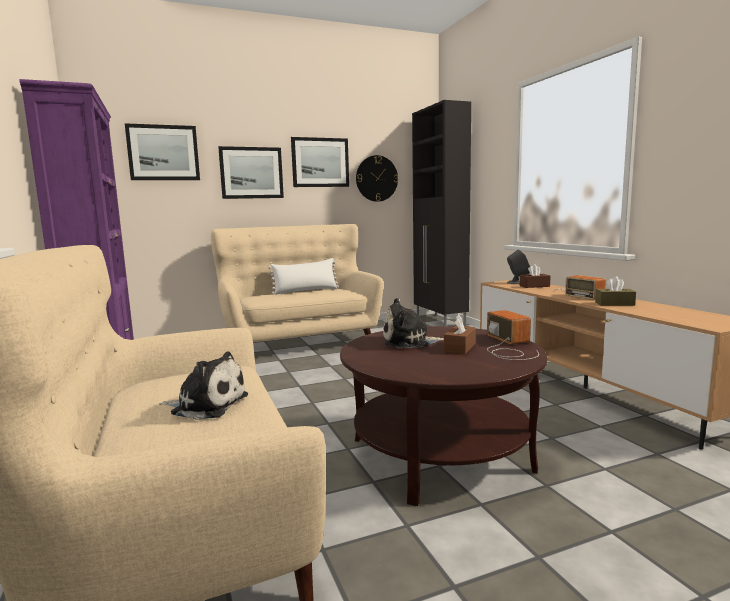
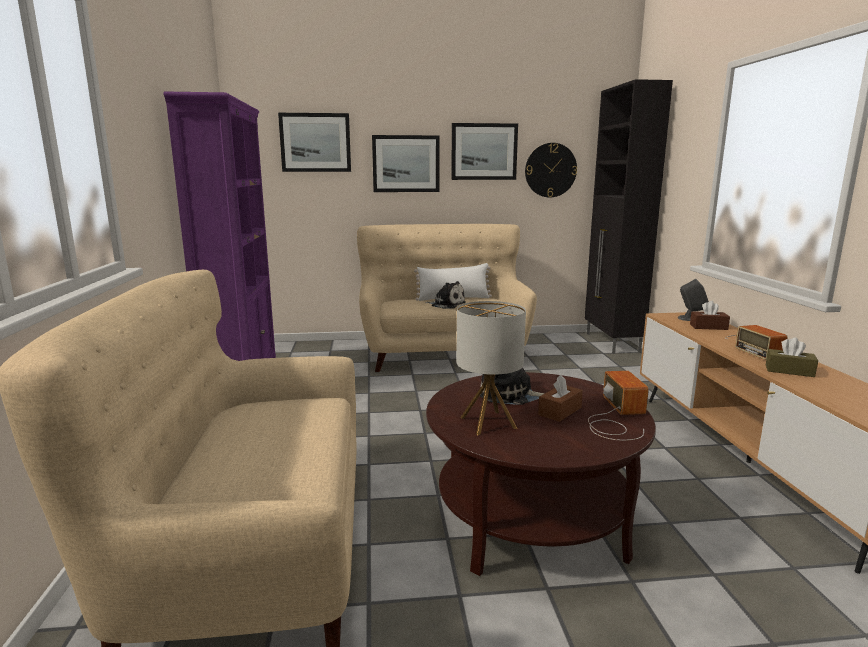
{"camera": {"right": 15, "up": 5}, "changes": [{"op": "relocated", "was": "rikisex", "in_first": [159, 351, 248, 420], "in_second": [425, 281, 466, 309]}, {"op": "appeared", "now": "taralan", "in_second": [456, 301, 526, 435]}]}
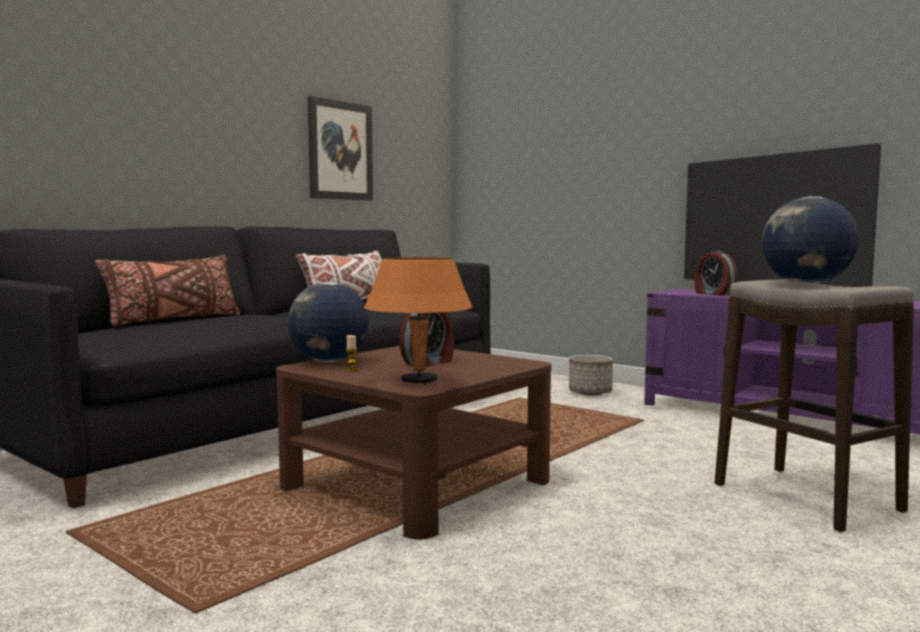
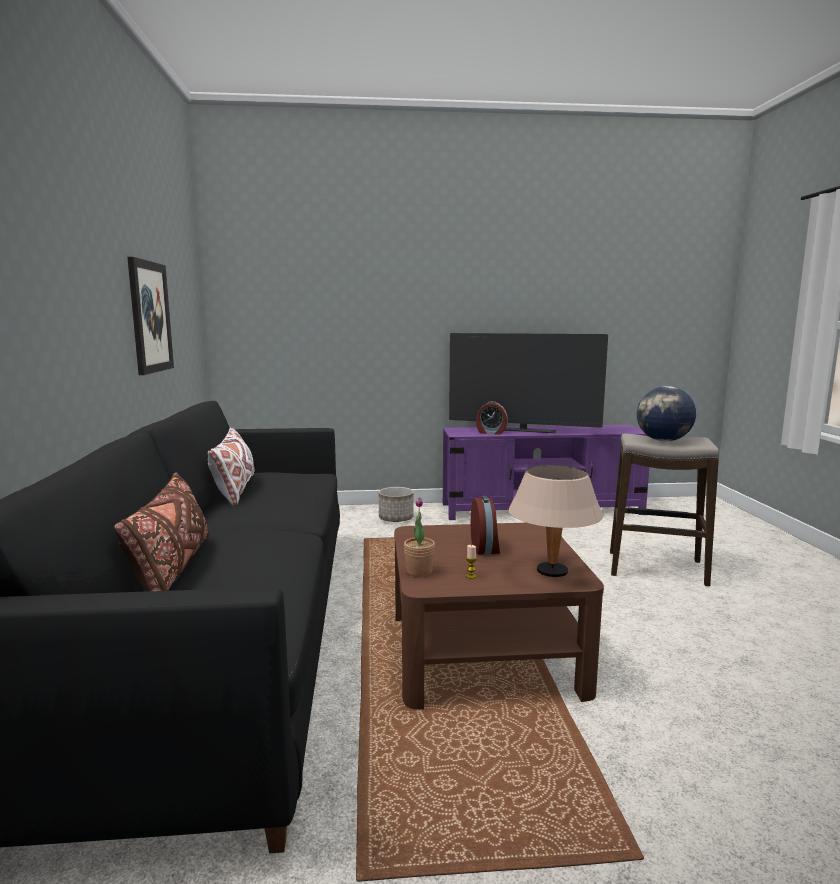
{"camera": {"right": -45, "up": 5}, "changes": [{"op": "exchanged", "was": "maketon", "now": "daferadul", "in_first": [288, 282, 369, 362], "in_second": [404, 497, 435, 577]}, {"op": "colour", "was": "orange_taralan", "now": "beige_taralan", "in_first": [364, 257, 472, 384], "in_second": [508, 465, 603, 577]}]}
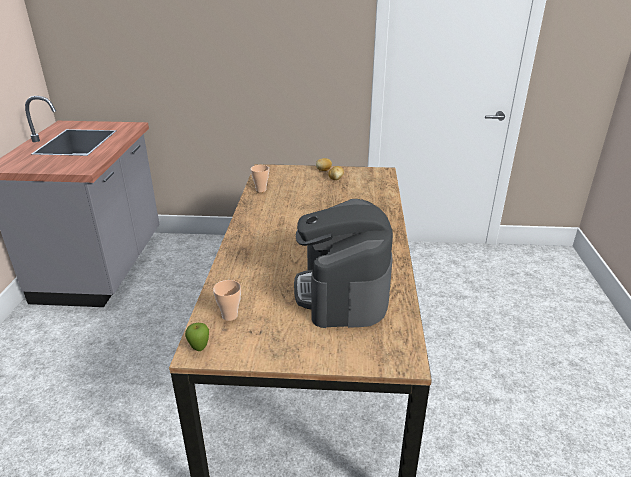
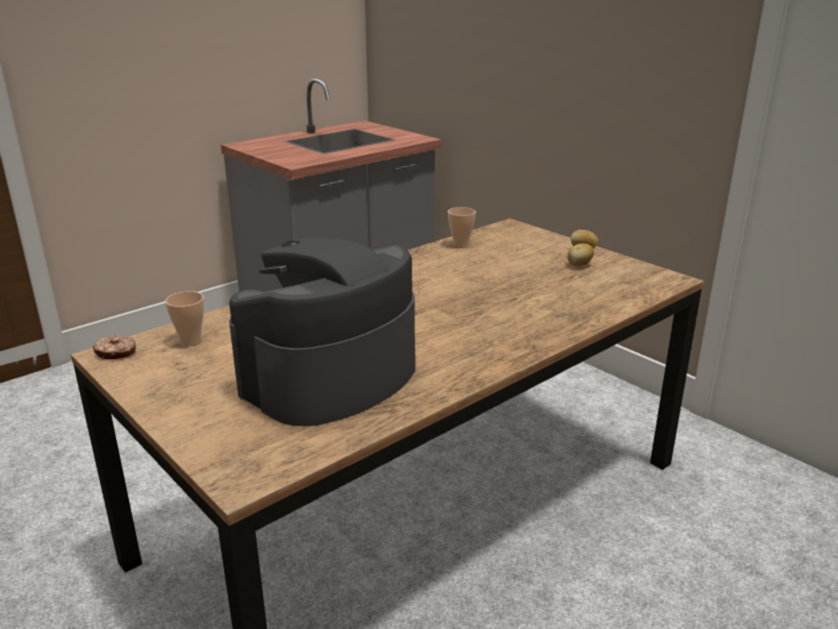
{"camera": {"right": 45, "up": -5}, "changes": [{"op": "exchanged", "was": "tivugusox", "now": "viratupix", "in_first": [185, 323, 209, 351], "in_second": [92, 335, 136, 359]}]}
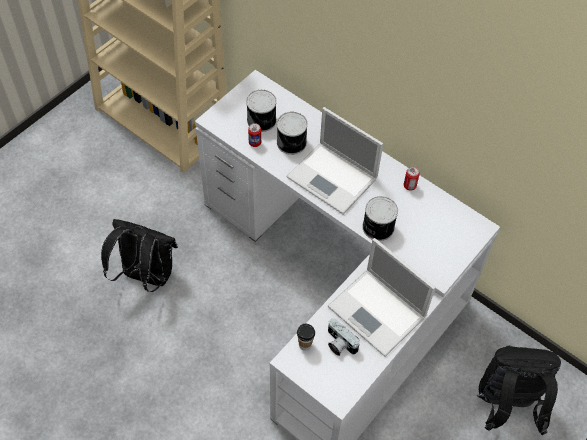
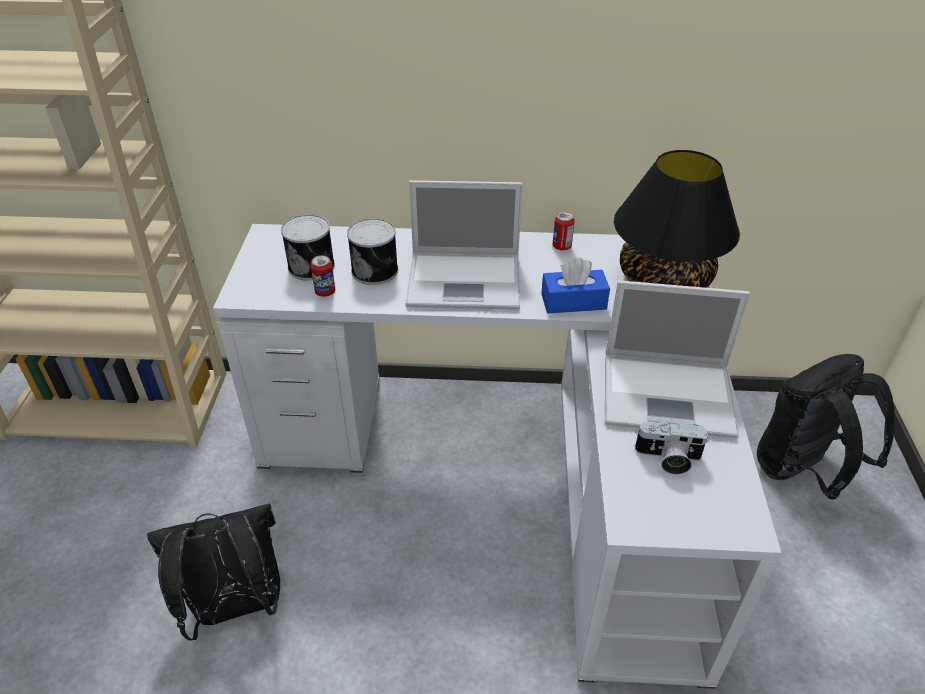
{"camera": {"right": -35, "up": -15}, "changes": [{"op": "missing", "was": "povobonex", "in_first": [297, 324, 315, 350]}, {"op": "exchanged", "was": "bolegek", "now": "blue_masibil", "in_first": [362, 196, 398, 241], "in_second": [541, 258, 610, 313]}, {"op": "appeared", "now": "black_taralan", "in_second": [614, 150, 740, 288]}]}
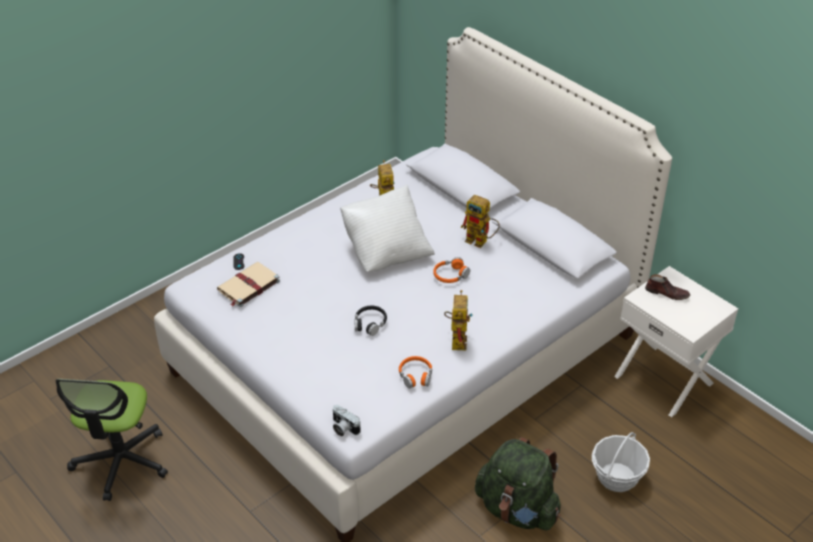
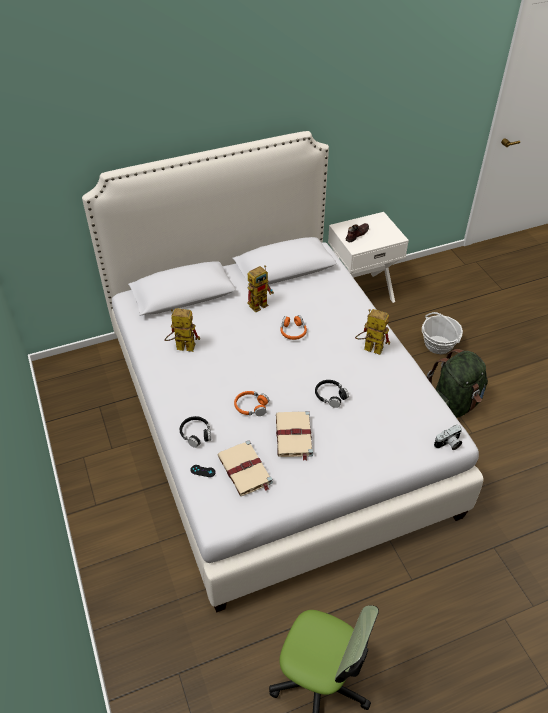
{"camera": {"right": -70, "up": 5}, "changes": [{"op": "missing", "was": "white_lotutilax", "in_first": [340, 184, 435, 272]}, {"op": "relocated", "was": "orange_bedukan", "in_first": [399, 356, 432, 389], "in_second": [234, 391, 269, 416]}, {"op": "appeared", "now": "black_bedukan", "in_second": [180, 416, 211, 448]}, {"op": "appeared", "now": "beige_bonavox", "in_second": [276, 411, 313, 461]}]}
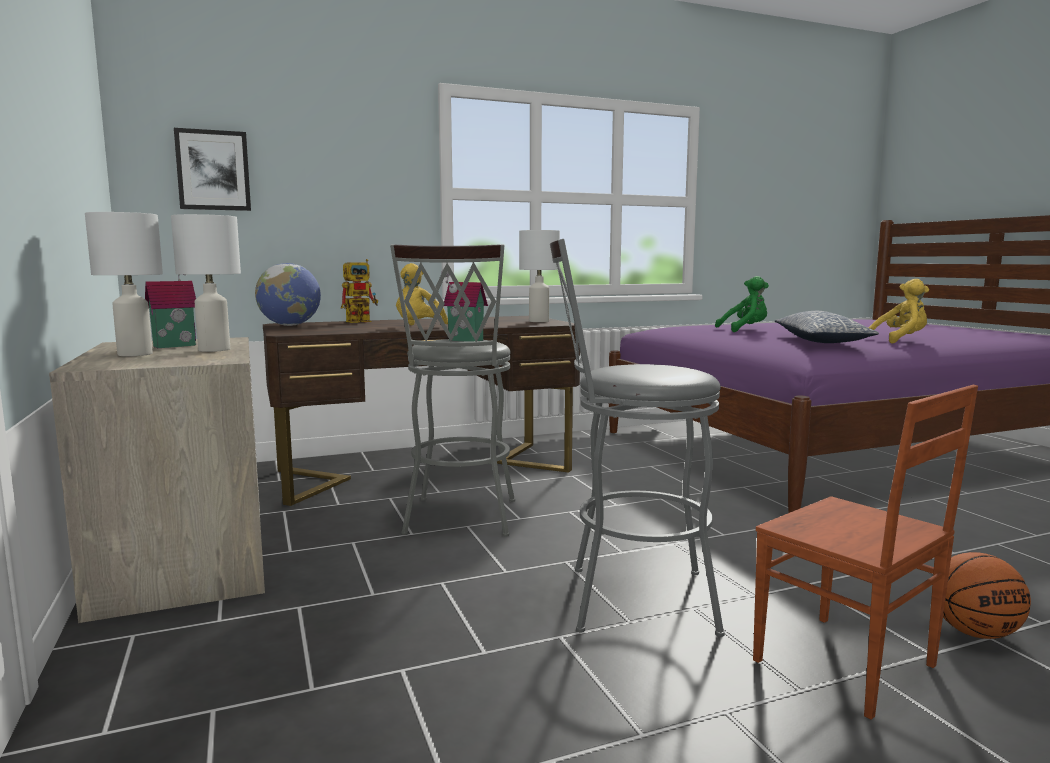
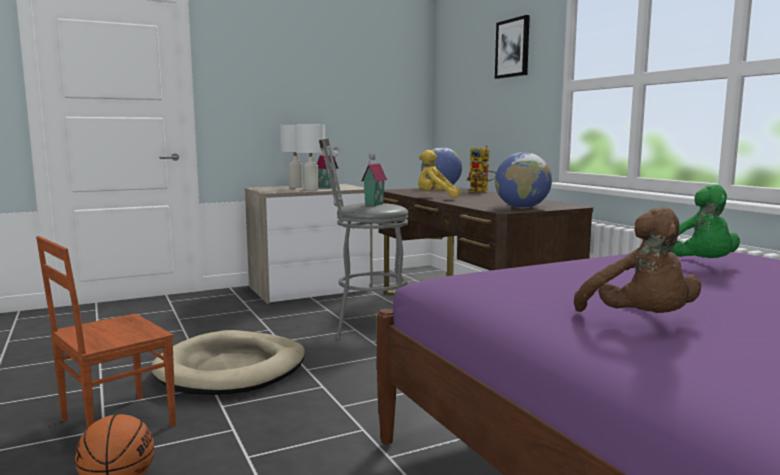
{"camera": {"right": 85, "up": 0}, "changes": [{"op": "relocated", "was": "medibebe", "in_first": [174, 128, 251, 211], "in_second": [495, 15, 530, 79]}, {"op": "exchanged", "was": "white_taralan", "now": "maketon", "in_first": [519, 230, 560, 322], "in_second": [495, 152, 552, 208]}, {"op": "exchanged", "was": "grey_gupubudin", "now": "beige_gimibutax", "in_first": [550, 239, 725, 637], "in_second": [151, 330, 305, 395]}, {"op": "missing", "was": "lotutilax", "in_first": [775, 311, 879, 343]}, {"op": "colour", "was": "yellow_rikisex", "now": "brown_rikisex", "in_first": [868, 279, 929, 344], "in_second": [574, 207, 701, 313]}]}
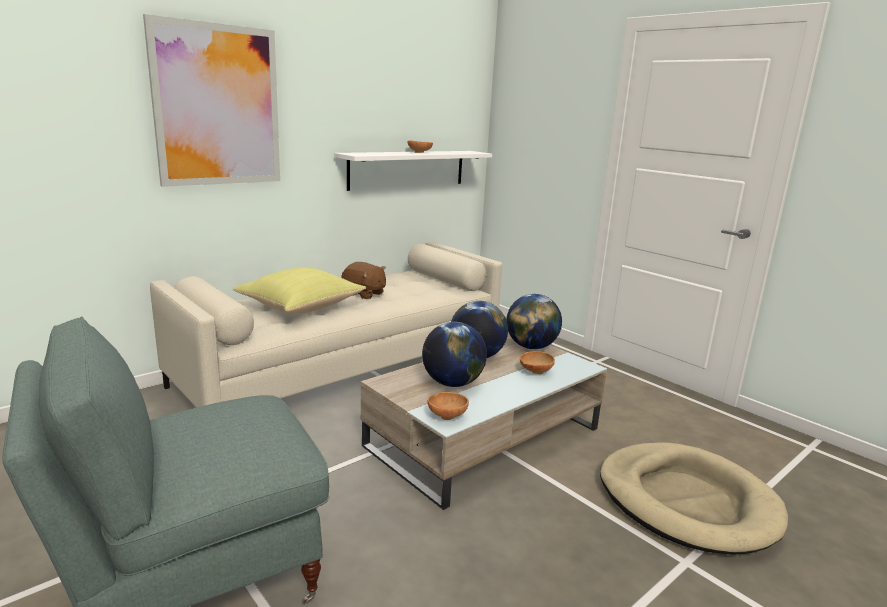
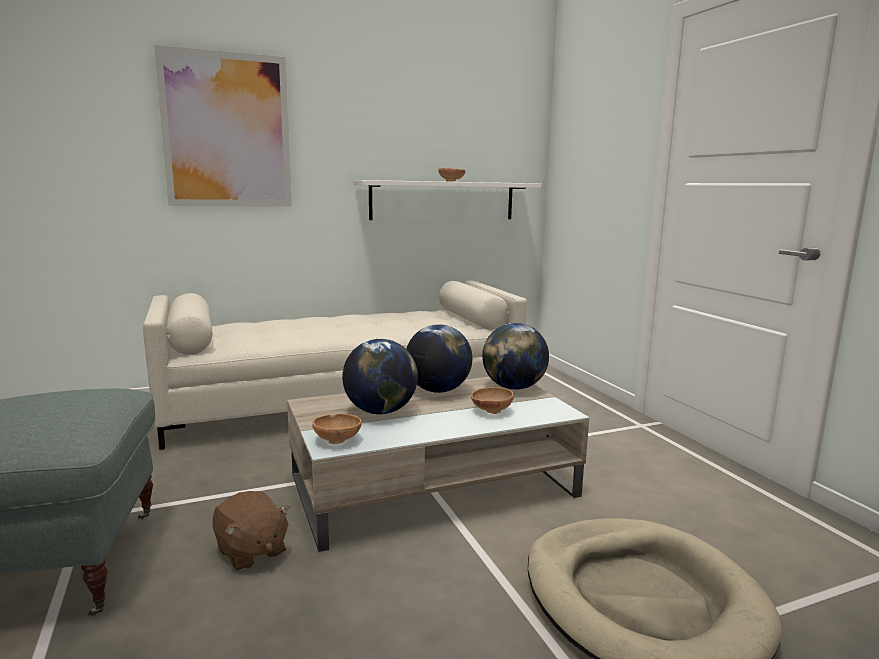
{"camera": {"right": 20, "up": -5}, "changes": [{"op": "missing", "was": "yellow_lotutilax", "in_first": [233, 267, 366, 314]}, {"op": "relocated", "was": "brown_rikisex", "in_first": [341, 262, 386, 299], "in_second": [212, 491, 290, 571]}]}
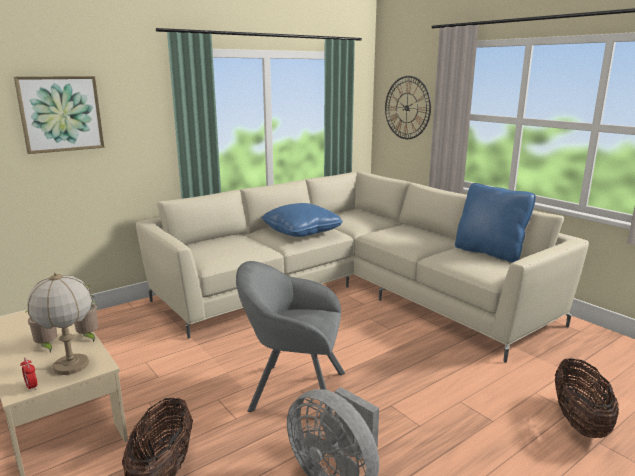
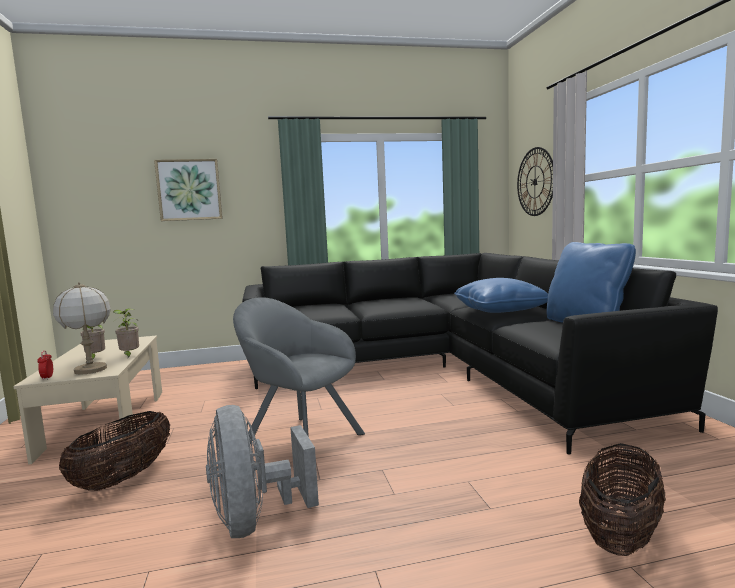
{"camera": {"right": 25, "up": -10}, "changes": [{"op": "colour", "was": "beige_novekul", "now": "black_novekul", "in_first": [136, 171, 589, 363], "in_second": [242, 253, 718, 455]}, {"op": "relocated", "was": "blue_lotutilax", "in_first": [261, 203, 343, 237], "in_second": [454, 278, 548, 313]}]}
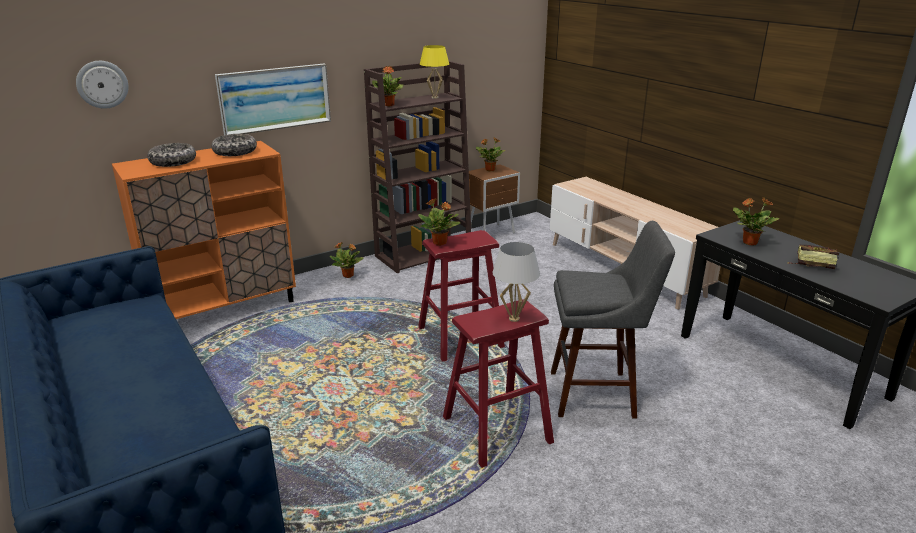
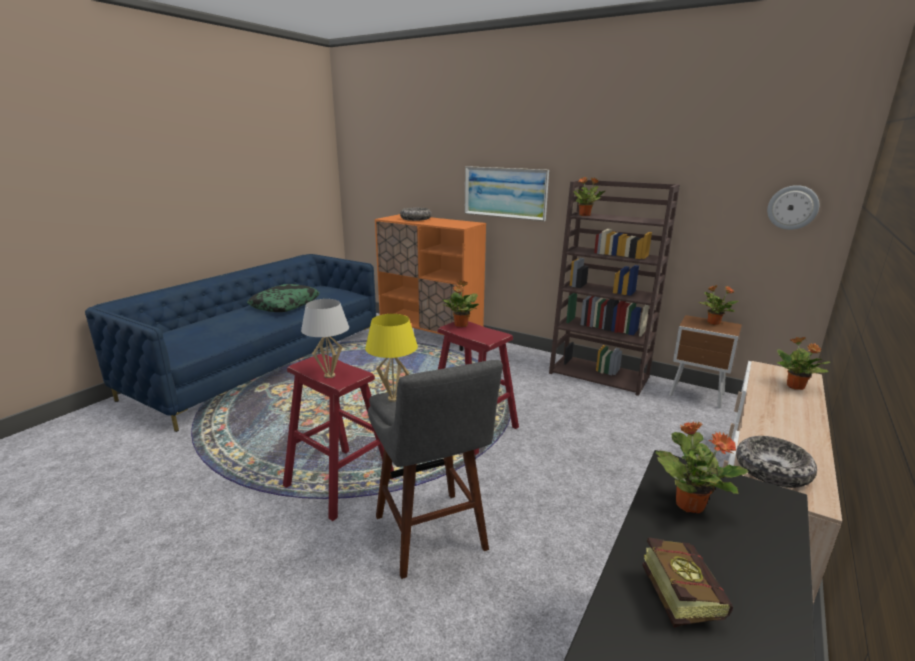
{"camera": {"right": 65, "up": -5}, "changes": [{"op": "relocated", "was": "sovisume", "in_first": [76, 61, 129, 109], "in_second": [767, 185, 820, 230]}, {"op": "relocated", "was": "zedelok", "in_first": [211, 134, 257, 156], "in_second": [736, 436, 817, 488]}, {"op": "relocated", "was": "daferadul", "in_first": [330, 242, 364, 278], "in_second": [777, 337, 831, 390]}, {"op": "relocated", "was": "yellow_taralan", "in_first": [420, 45, 449, 99], "in_second": [365, 314, 418, 402]}, {"op": "appeared", "now": "lotutilax", "in_second": [247, 284, 320, 312]}]}
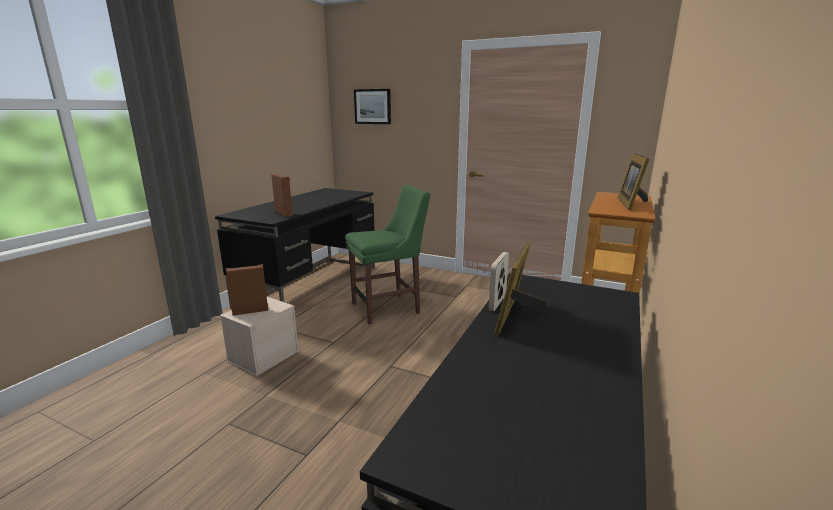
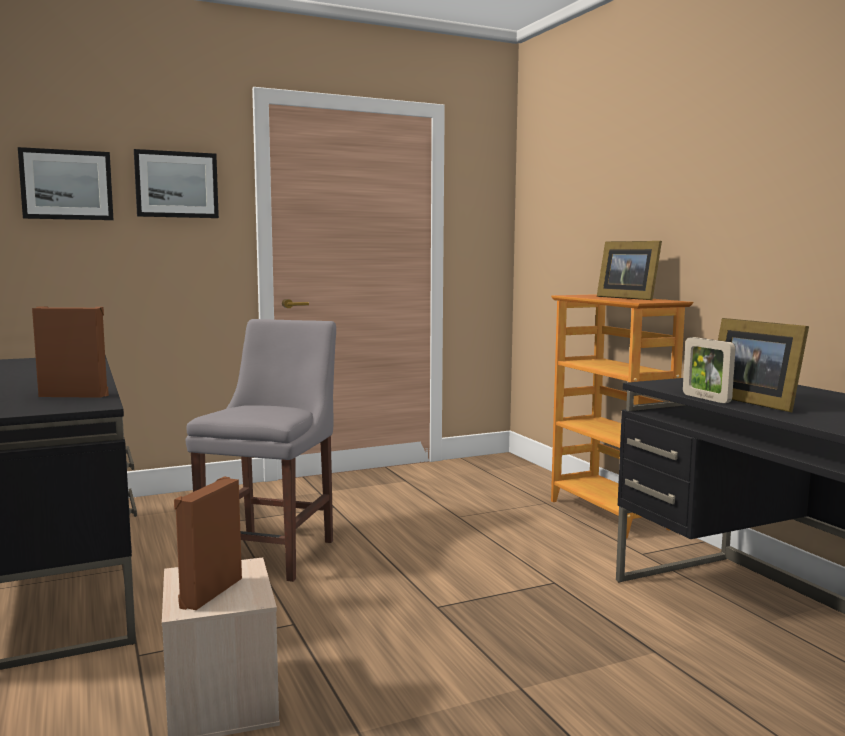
{"camera": {"right": -50, "up": -10}, "changes": [{"op": "colour", "was": "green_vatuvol", "now": "grey_vatuvol", "in_first": [345, 185, 430, 325], "in_second": [186, 319, 336, 582]}, {"op": "appeared", "now": "medibebe", "in_second": [134, 149, 219, 218]}]}
